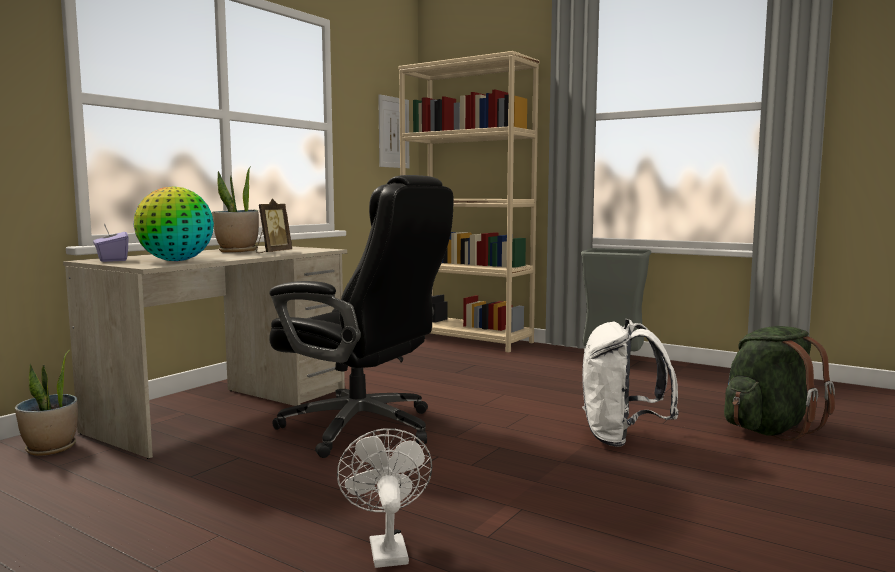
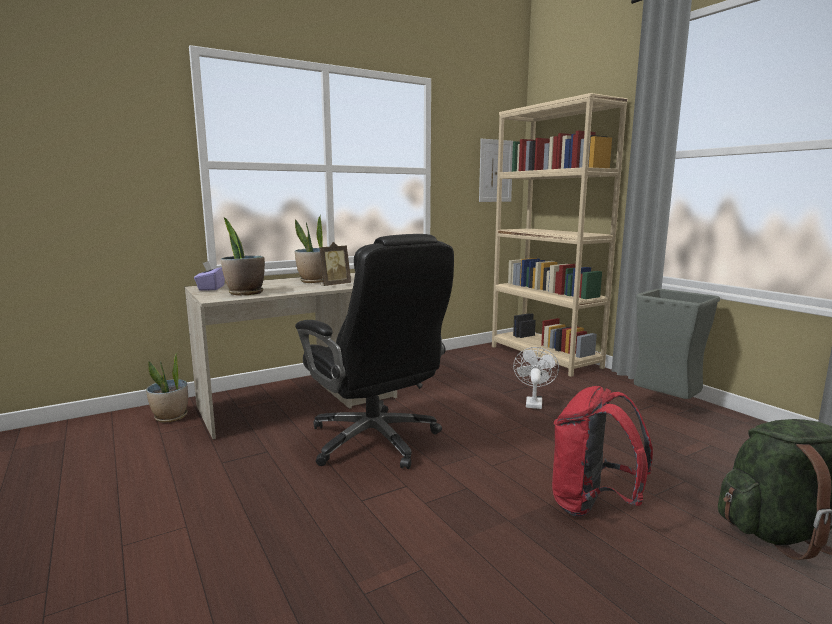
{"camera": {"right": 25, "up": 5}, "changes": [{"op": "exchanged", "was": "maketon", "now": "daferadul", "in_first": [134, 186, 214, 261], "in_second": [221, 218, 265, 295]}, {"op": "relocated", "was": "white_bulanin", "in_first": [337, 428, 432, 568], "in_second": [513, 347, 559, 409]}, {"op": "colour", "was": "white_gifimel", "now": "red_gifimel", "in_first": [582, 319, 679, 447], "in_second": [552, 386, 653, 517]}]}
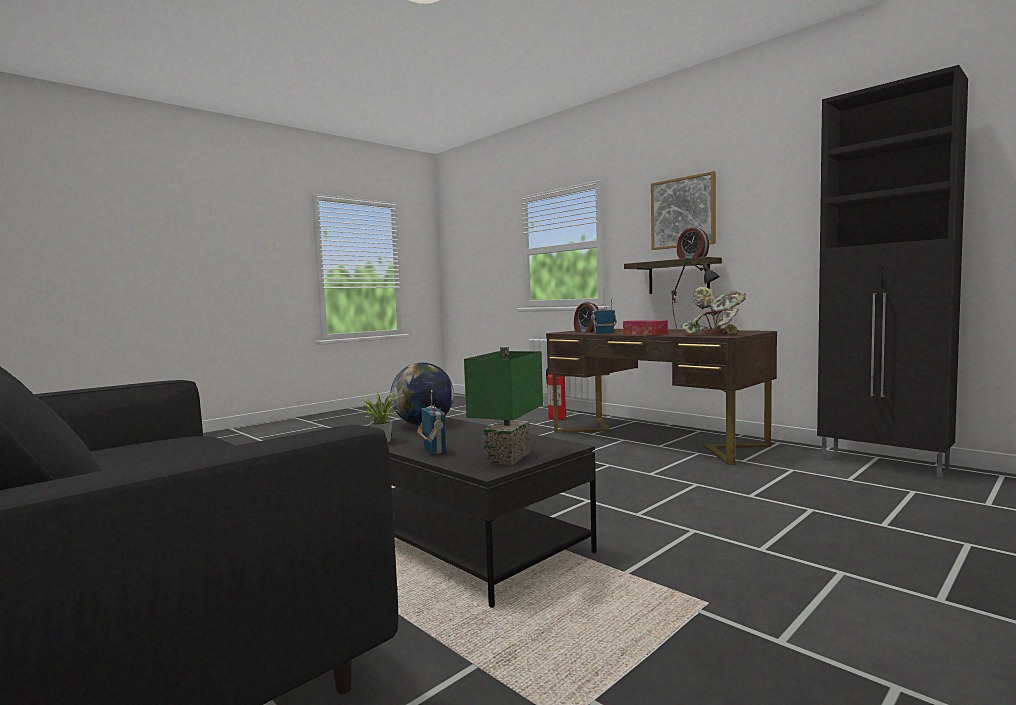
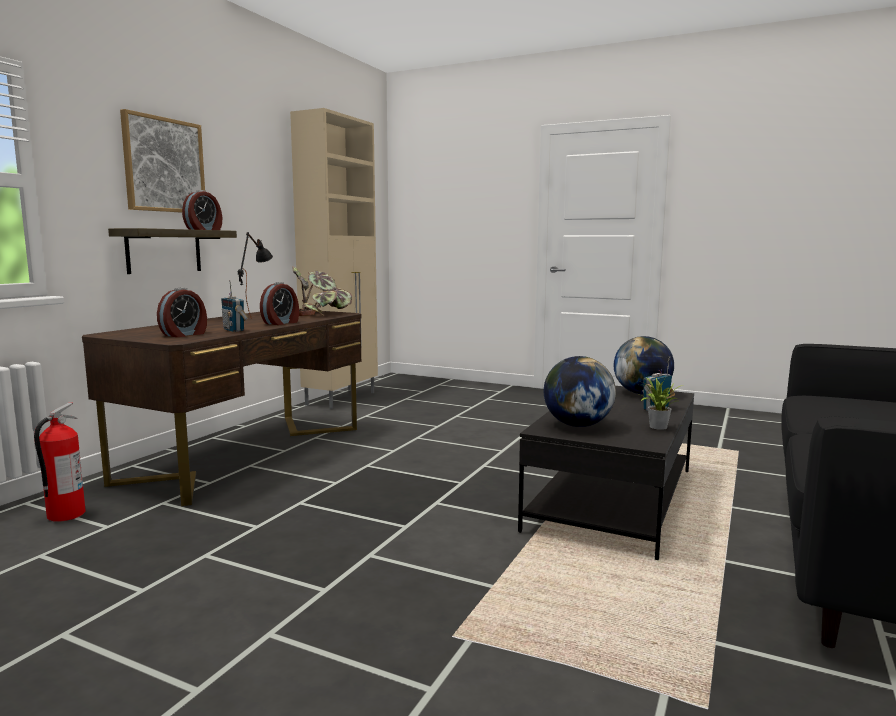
{"camera": {"right": -110, "up": 5}, "changes": [{"op": "exchanged", "was": "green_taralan", "now": "maketon", "in_first": [464, 347, 543, 465], "in_second": [614, 336, 674, 394]}, {"op": "exchanged", "was": "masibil", "now": "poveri", "in_first": [623, 320, 668, 335], "in_second": [260, 282, 299, 325]}, {"op": "colour", "was": "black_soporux", "now": "beige_soporux", "in_first": [817, 65, 968, 478], "in_second": [290, 108, 378, 409]}]}
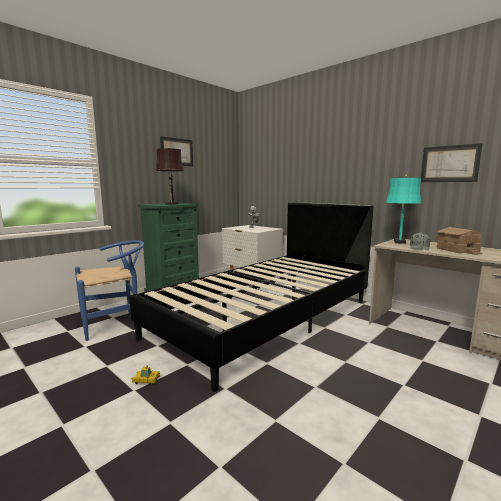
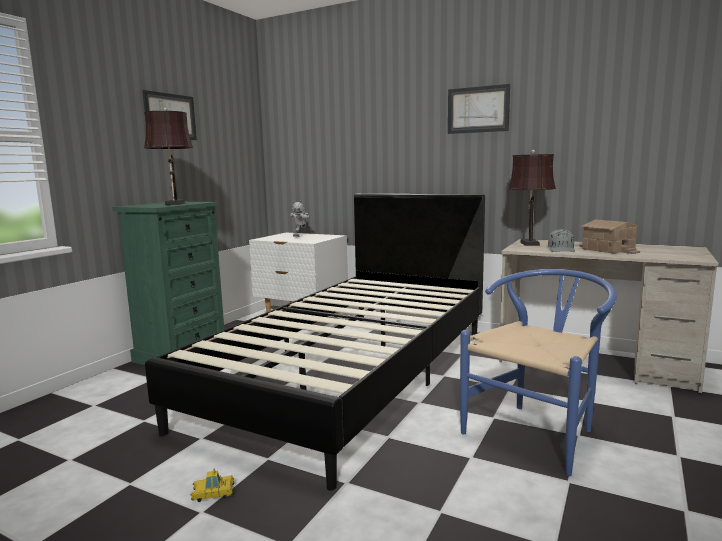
{"camera": {"right": -15, "up": 0}, "changes": [{"op": "relocated", "was": "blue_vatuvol", "in_first": [75, 240, 144, 341], "in_second": [460, 269, 617, 476]}, {"op": "colour", "was": "turquoise_taralan", "now": "brown_taralan", "in_first": [386, 175, 422, 244], "in_second": [508, 150, 556, 246]}, {"op": "relocated", "was": "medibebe", "in_first": [421, 143, 482, 182], "in_second": [448, 84, 510, 134]}]}
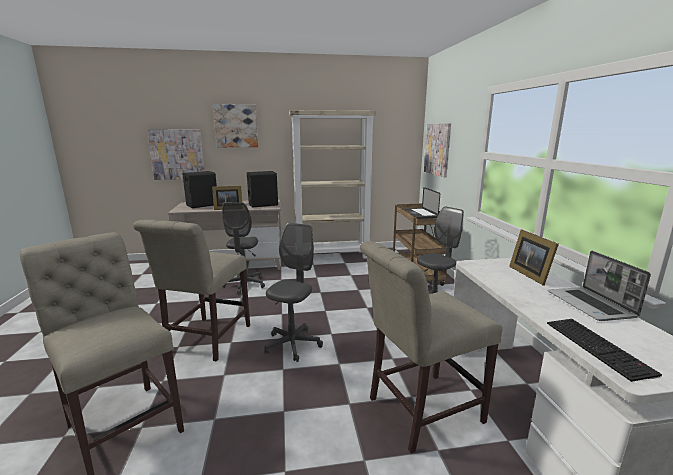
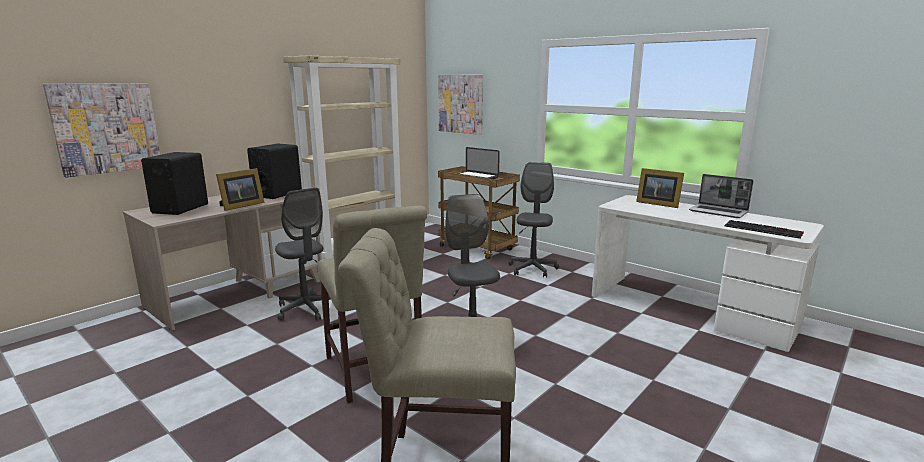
{"camera": {"right": -40, "up": 0}, "changes": [{"op": "missing", "was": "medibebe", "in_first": [213, 104, 258, 147]}, {"op": "missing", "was": "beige_vatuvol", "in_first": [360, 241, 502, 453]}]}
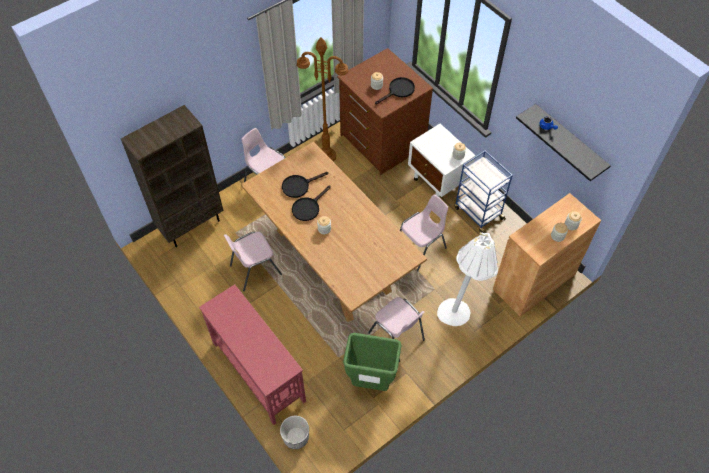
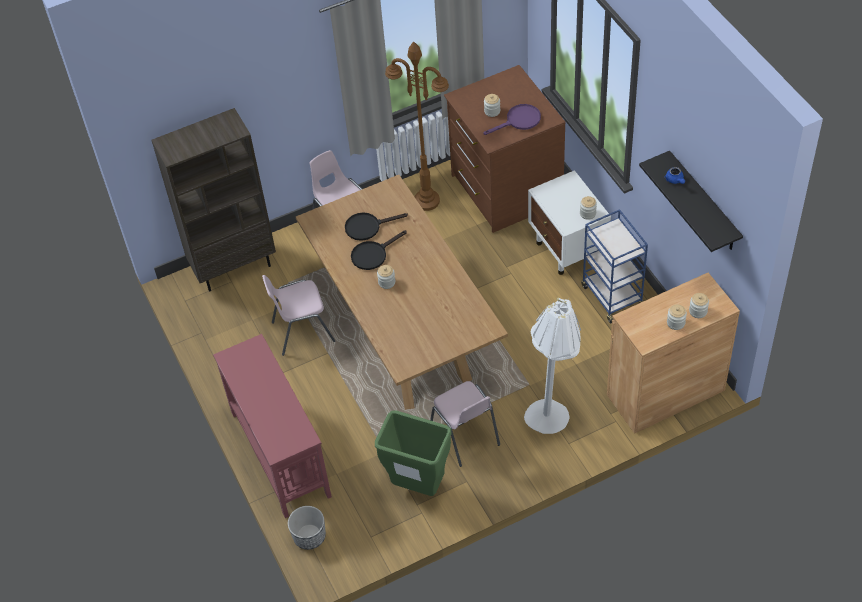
{"camera": {"right": 15, "up": -5}, "changes": [{"op": "colour", "was": "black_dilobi", "now": "purple_dilobi", "in_first": [375, 77, 415, 104], "in_second": [483, 104, 541, 135]}, {"op": "missing", "was": "pink_vatuvol", "in_first": [400, 194, 448, 271]}]}
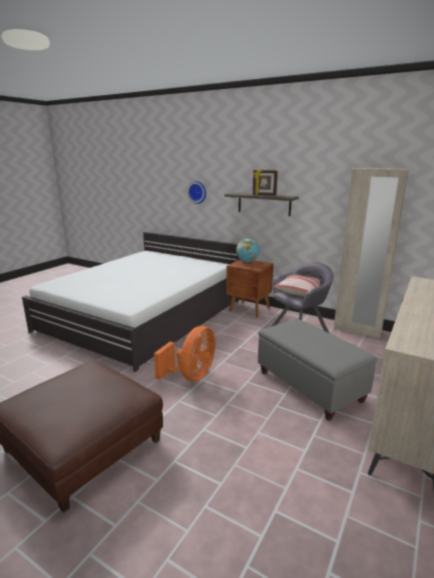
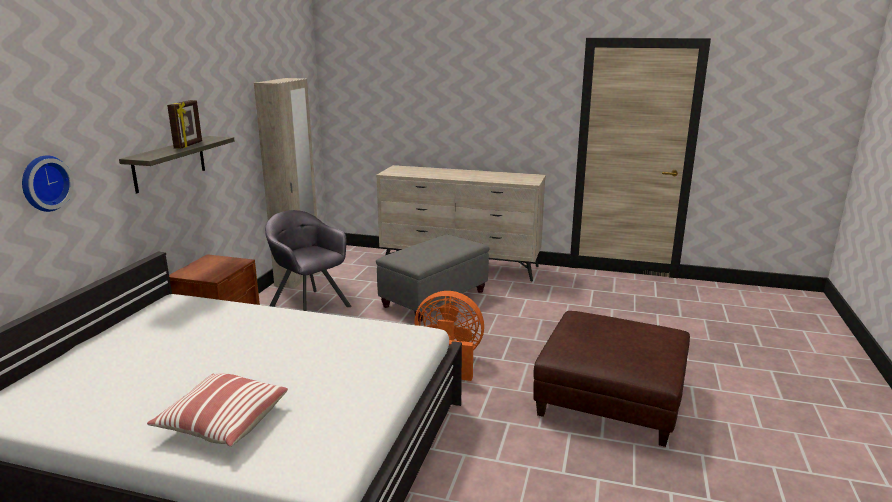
{"camera": {"right": -105, "up": 0}, "changes": [{"op": "missing", "was": "maketon", "in_first": [236, 239, 260, 262]}, {"op": "relocated", "was": "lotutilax", "in_first": [274, 275, 320, 296], "in_second": [147, 373, 288, 447]}]}
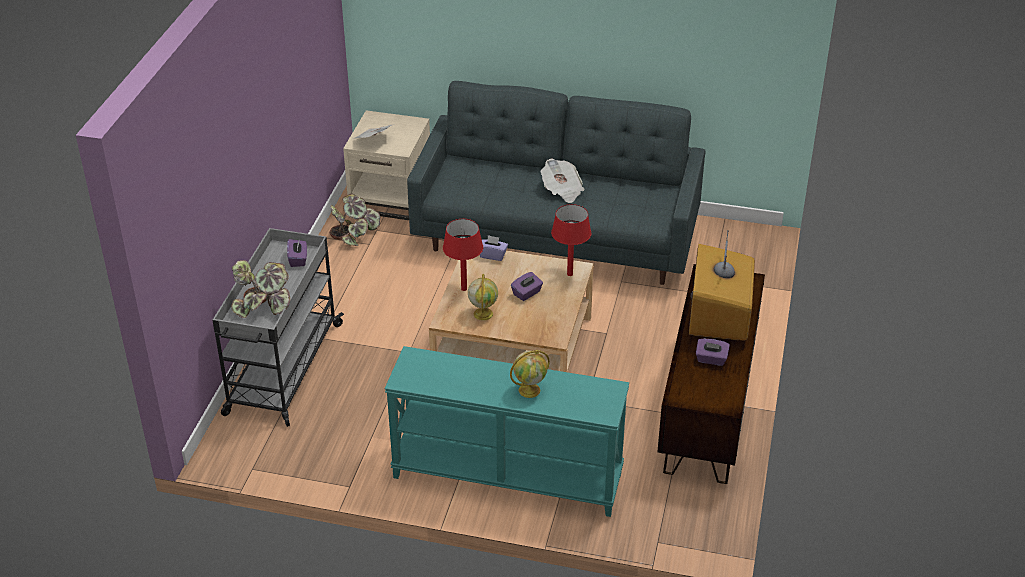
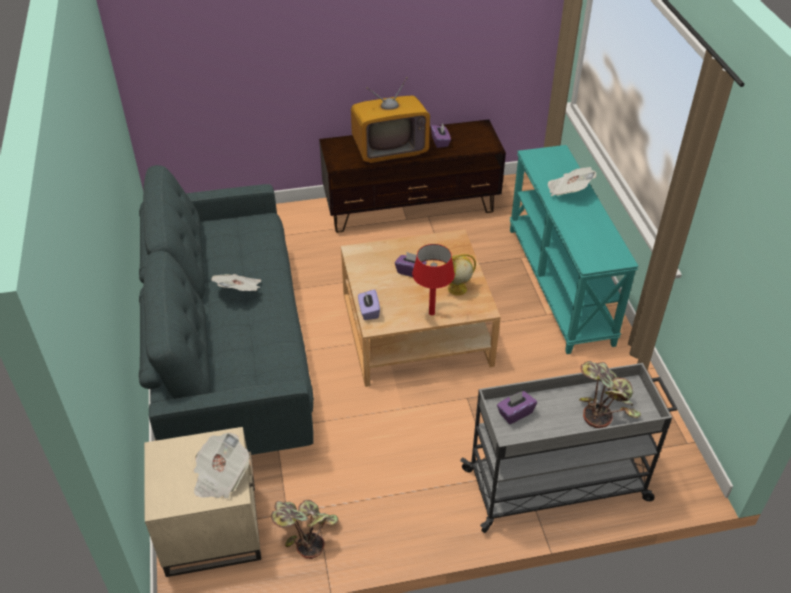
{"camera": {"right": -115, "up": 5}, "changes": [{"op": "exchanged", "was": "maketon", "now": "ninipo", "in_first": [510, 350, 550, 398], "in_second": [547, 167, 596, 196]}, {"op": "missing", "was": "red_taralan", "in_first": [551, 204, 591, 276]}]}
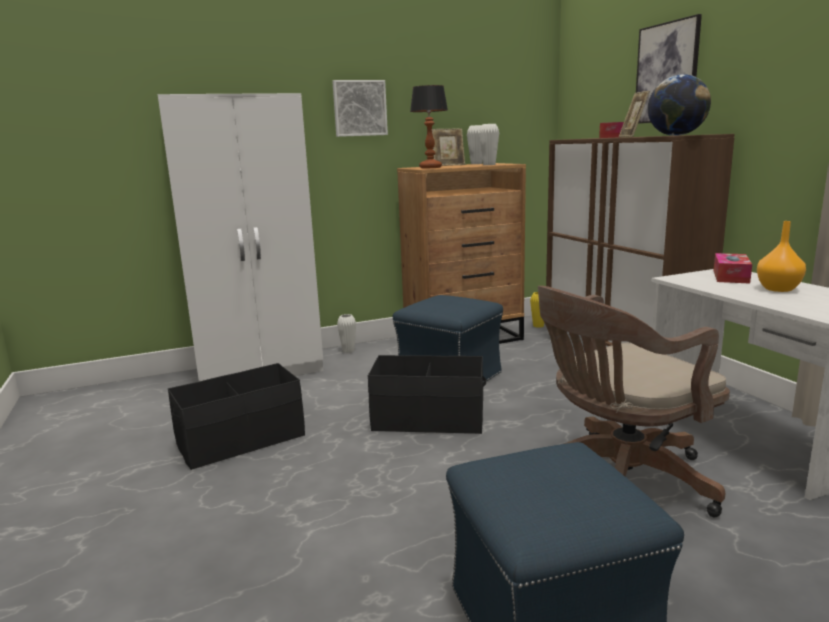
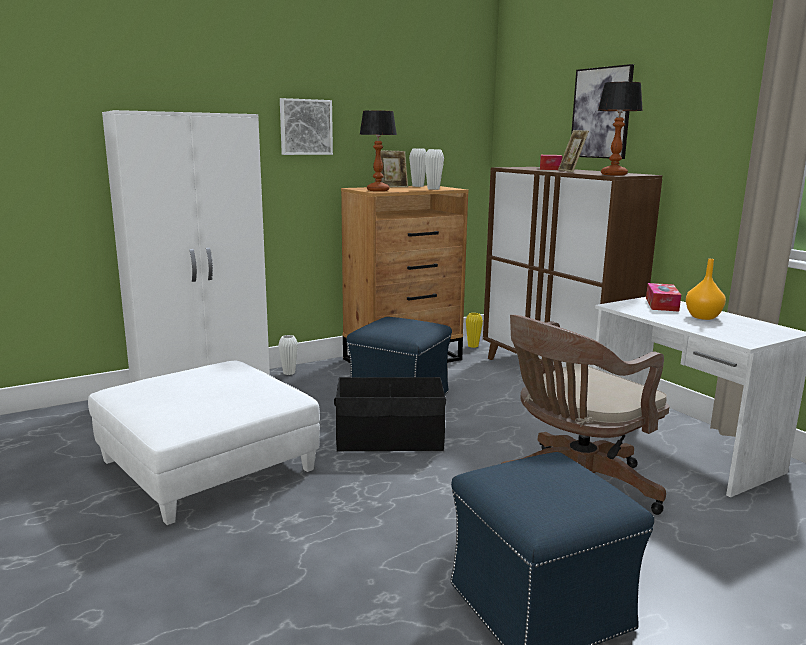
{"camera": {"right": -10, "up": 0}, "changes": [{"op": "exchanged", "was": "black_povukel", "now": "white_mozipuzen", "in_first": [168, 363, 305, 470], "in_second": [88, 361, 320, 525]}, {"op": "exchanged", "was": "maketon", "now": "taralan", "in_first": [648, 74, 711, 136], "in_second": [598, 82, 643, 176]}]}
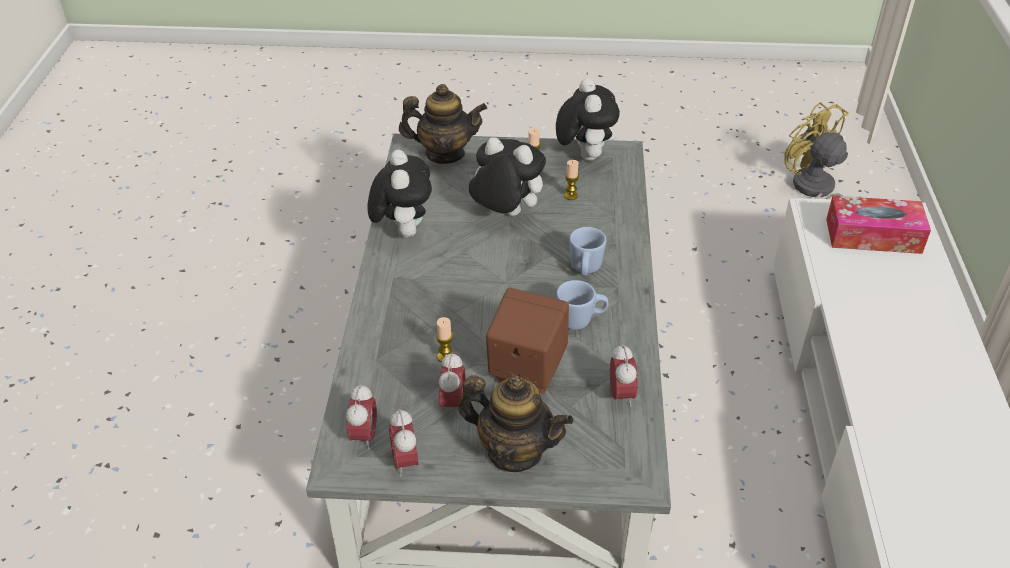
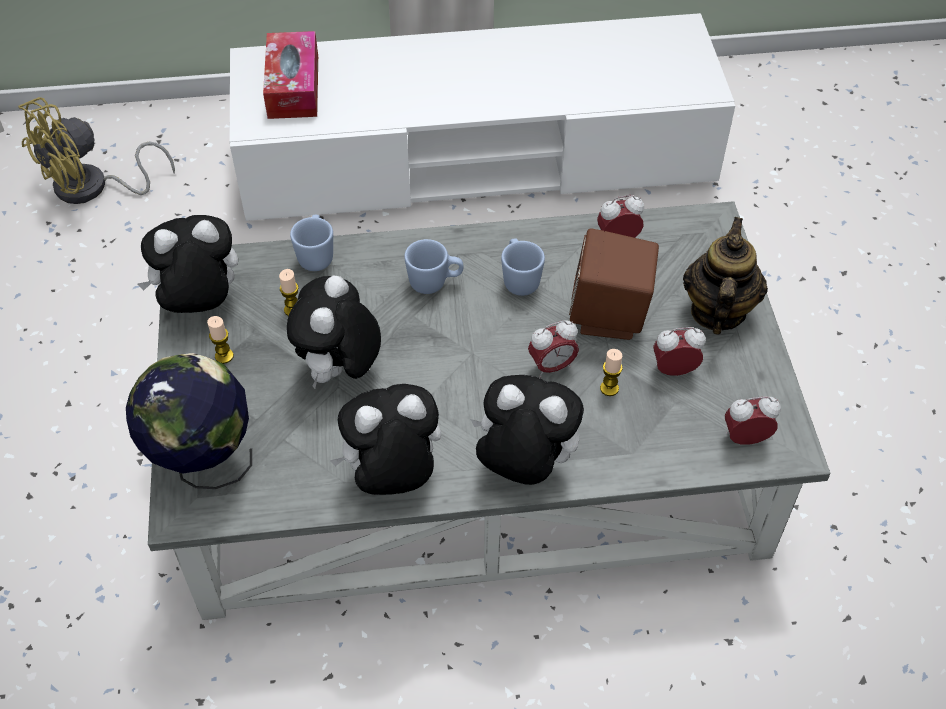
{"camera": {"right": -100, "up": 10}, "changes": [{"op": "relocated", "was": "poveri", "in_first": [389, 409, 418, 477], "in_second": [528, 320, 579, 378]}, {"op": "exchanged", "was": "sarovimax", "now": "maketon", "in_first": [399, 84, 487, 164], "in_second": [126, 353, 252, 489]}, {"op": "appeared", "now": "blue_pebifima", "in_second": [290, 215, 333, 271]}, {"op": "appeared", "now": "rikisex", "in_second": [470, 375, 584, 485]}]}
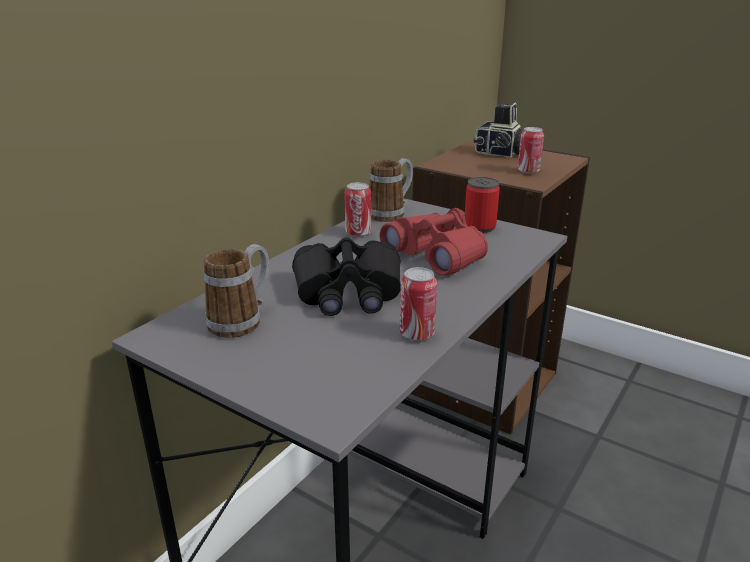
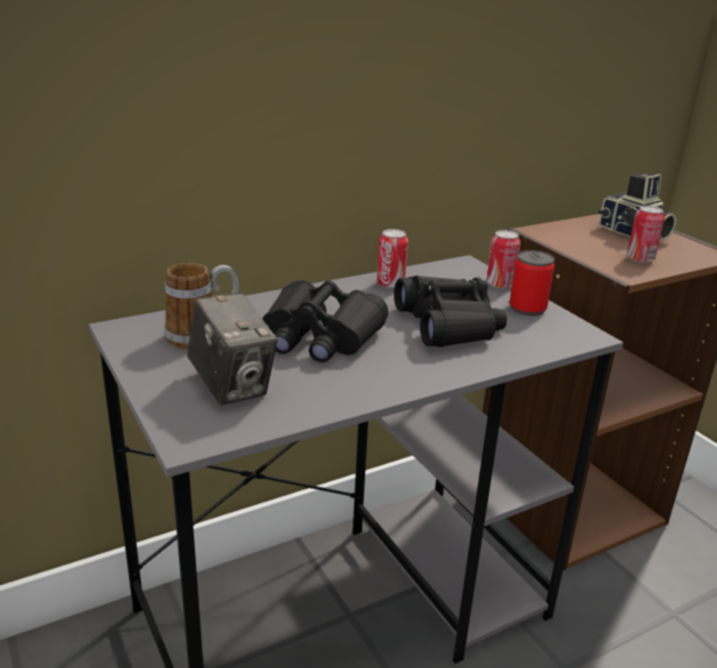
{"camera": {"right": 25, "up": 0}, "changes": [{"op": "missing", "was": "pebifima", "in_first": [369, 158, 413, 222]}, {"op": "colour", "was": "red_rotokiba", "now": "black_rotokiba", "in_first": [380, 208, 488, 276], "in_second": [394, 276, 507, 347]}, {"op": "relocated", "was": "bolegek", "in_first": [400, 267, 437, 341], "in_second": [486, 230, 521, 289]}, {"op": "appeared", "now": "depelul", "in_second": [187, 293, 278, 405]}]}
